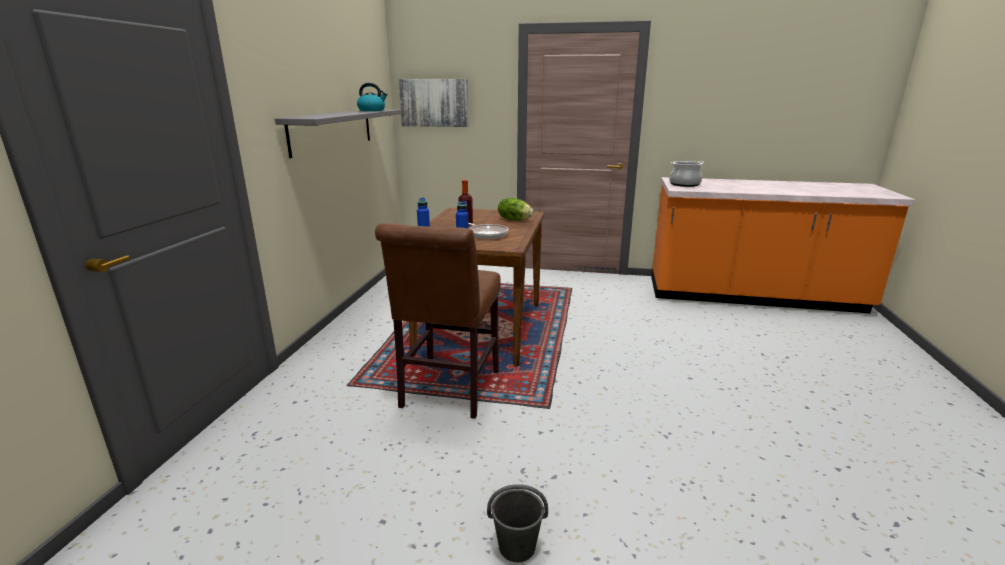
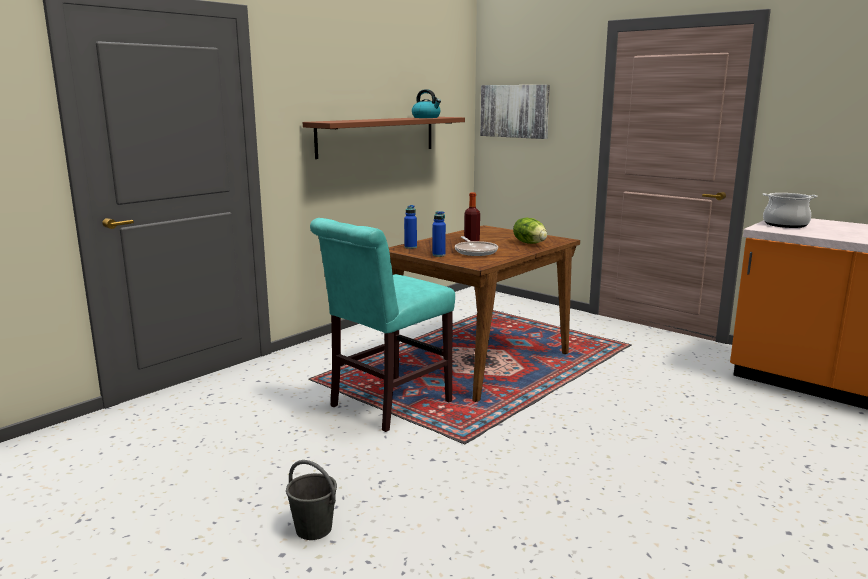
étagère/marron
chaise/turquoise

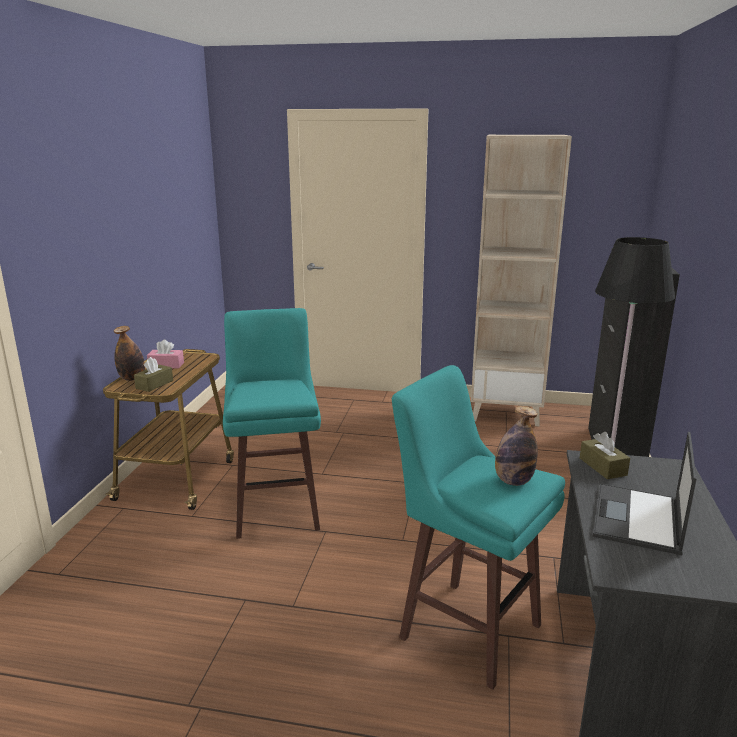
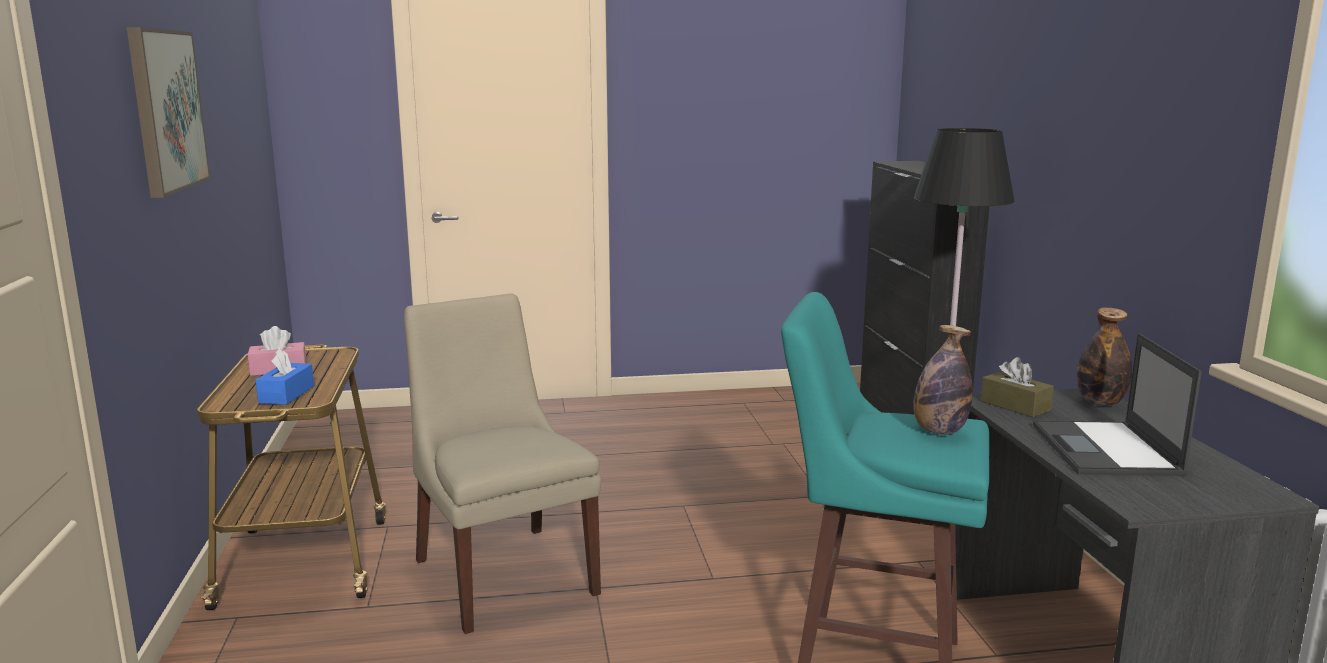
bibliothèque/beige
chaise/beige
bouteille (no. 2 from left)
boîte à mouchoirs/bleu
tableau

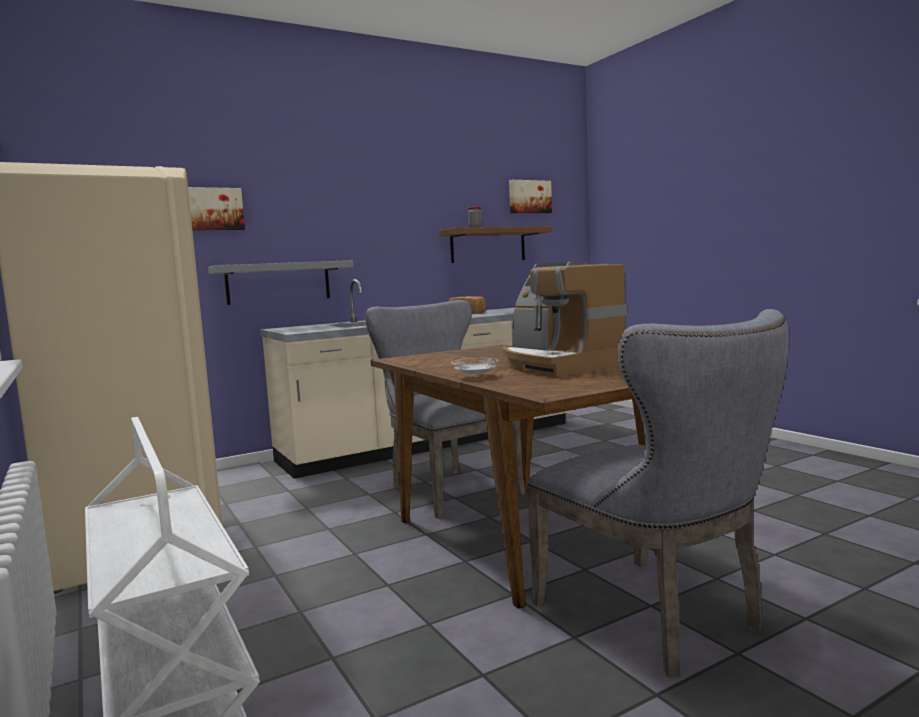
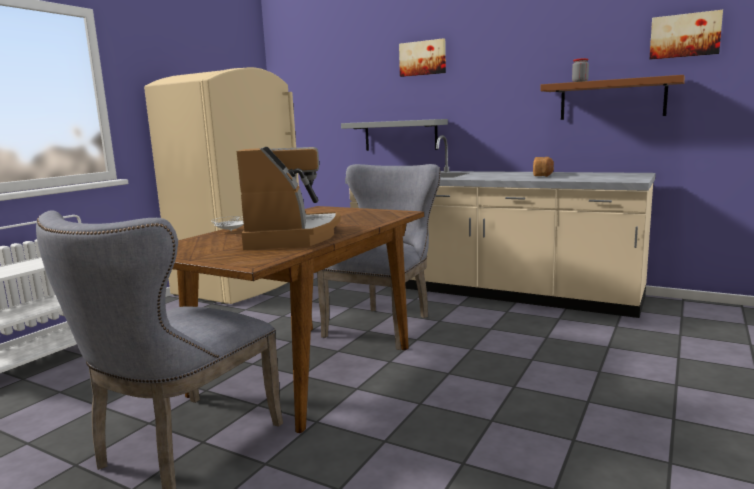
tableau (no. 1 from left)
machine à café

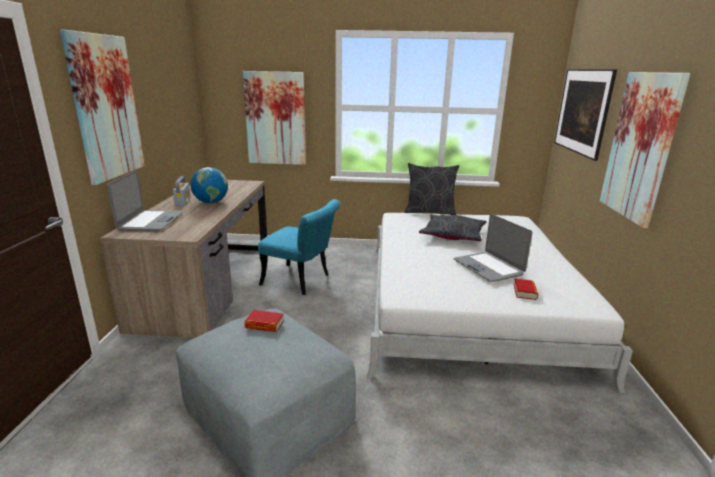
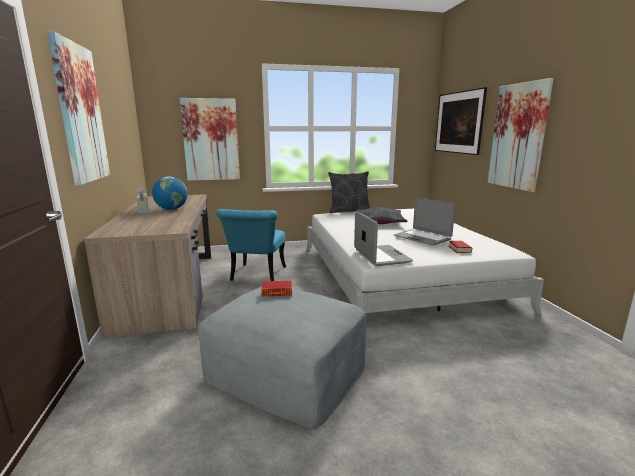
ordinateur portable (no. 1 from left)
chaise/turquoise

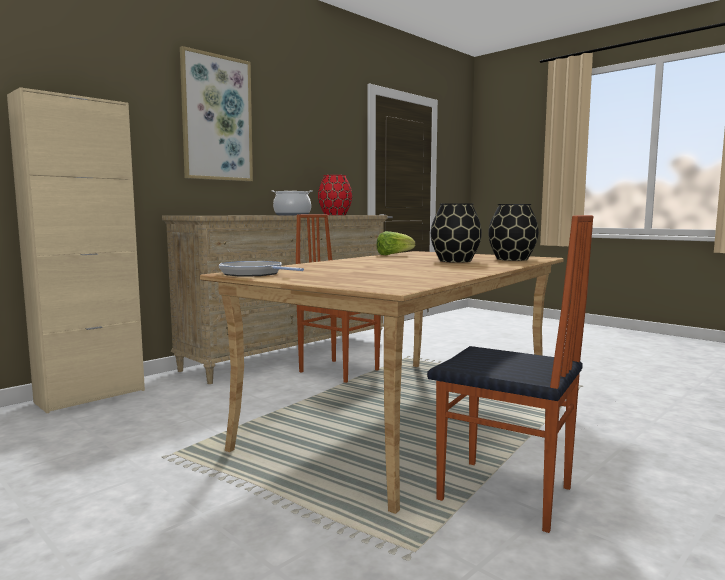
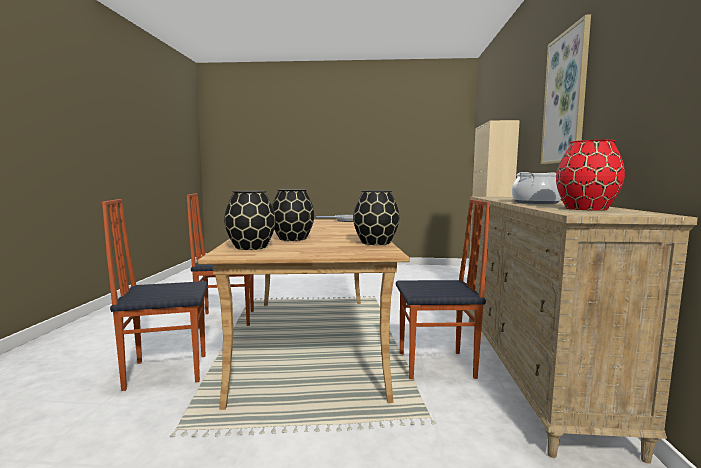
vase/noir (no. 3 from left)
chaise (no. 1 from left)

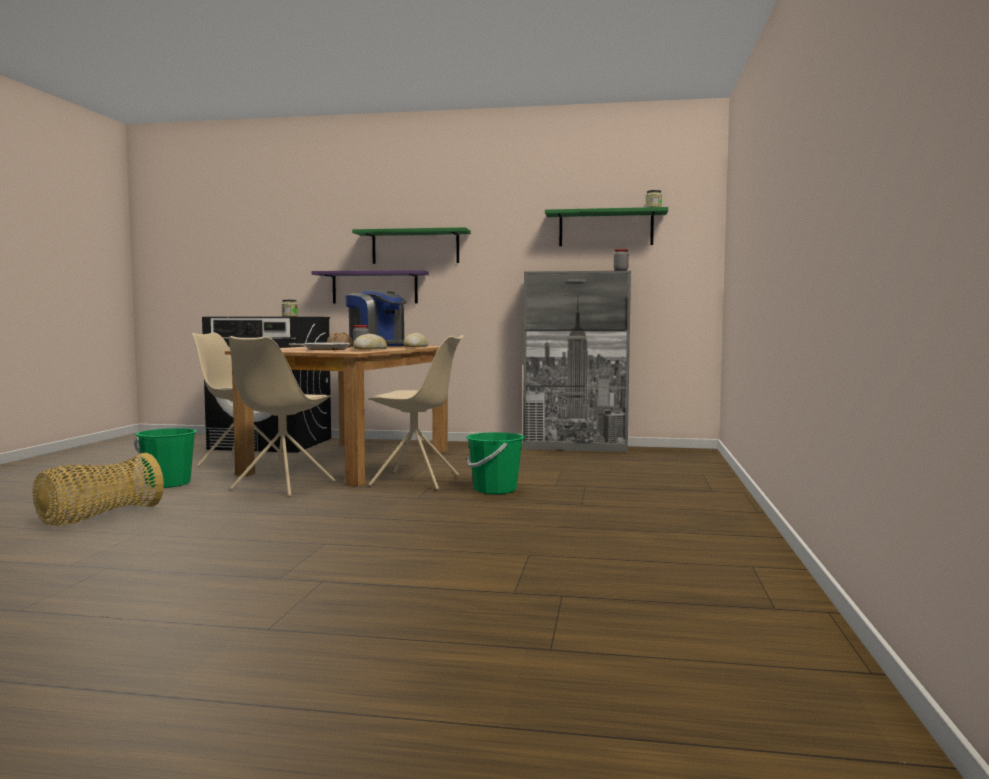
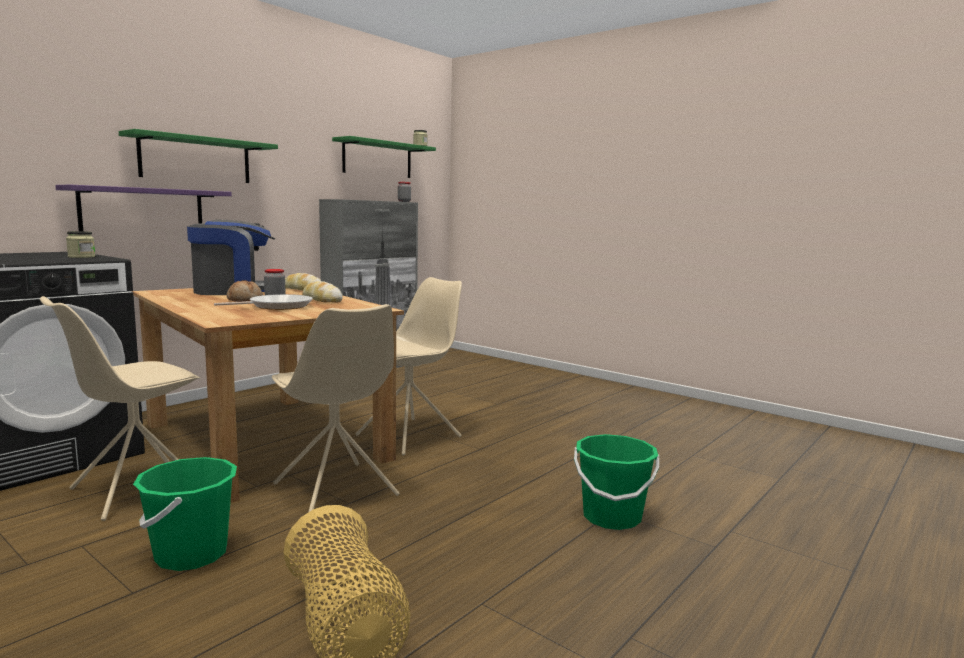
seau/vert (no. 2 from left)

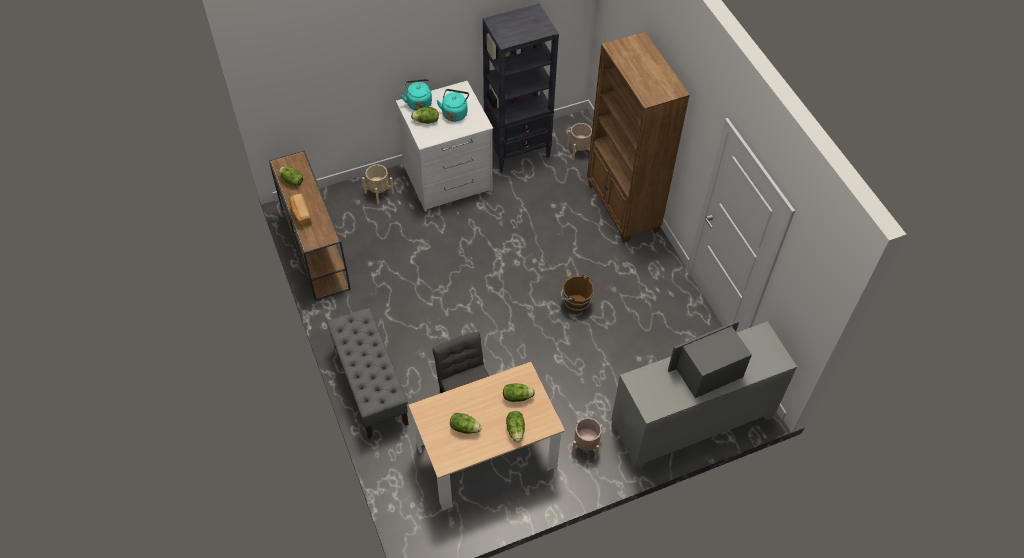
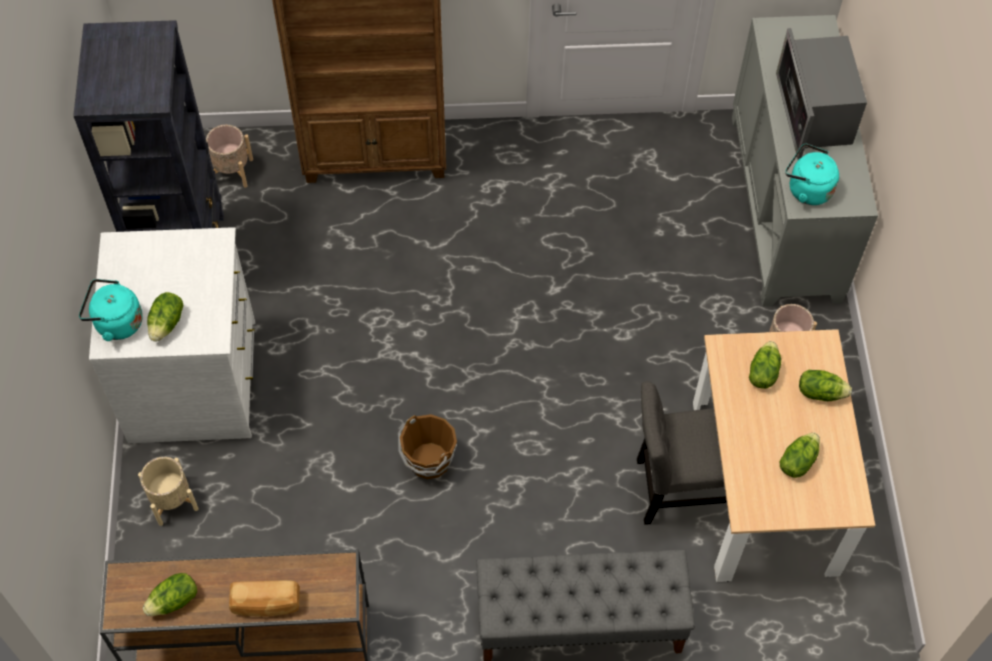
bouilloire/turquoise (no. 2 from left)
seau/marron

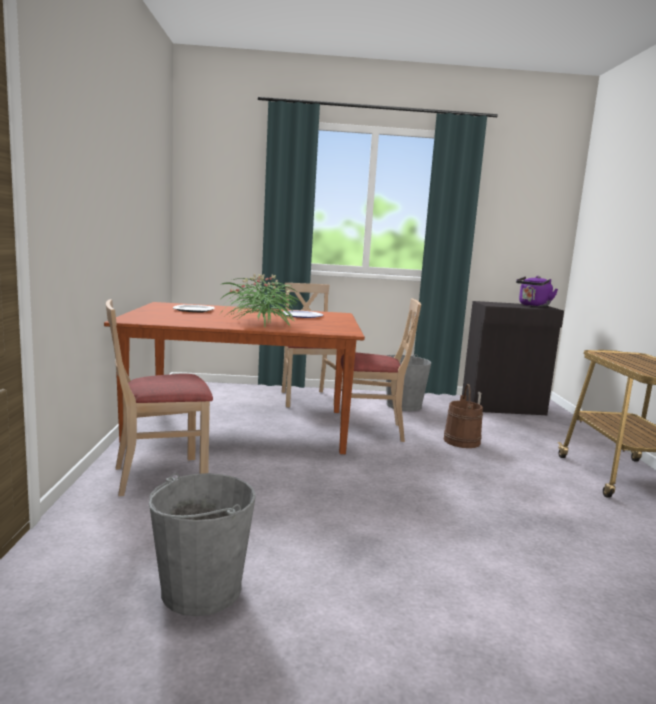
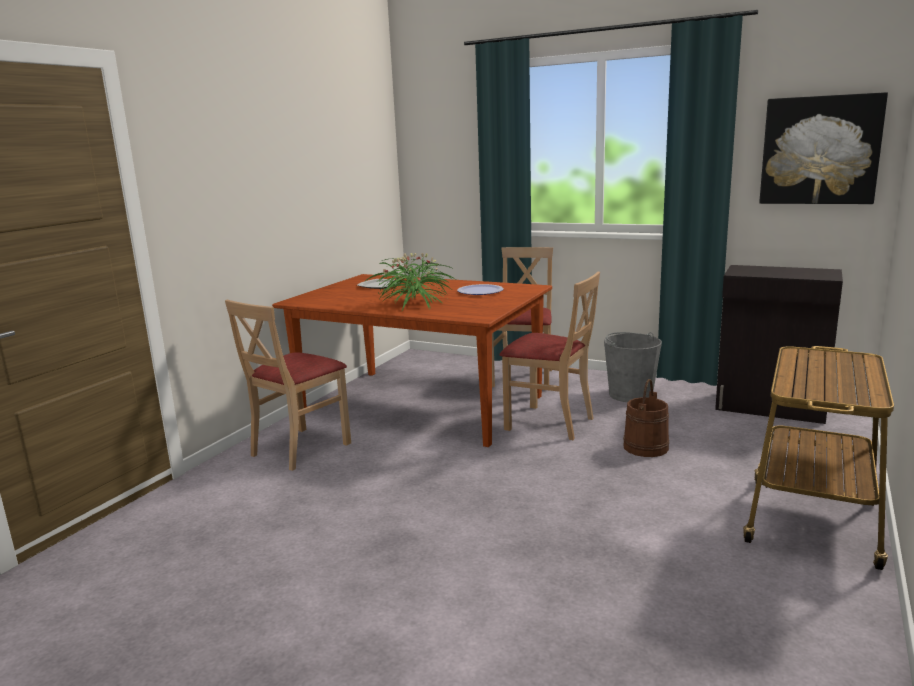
bouilloire/violet
chaise/beige (no. 1 from left)
seau/gris (no. 1 from left in the first image)
tableau

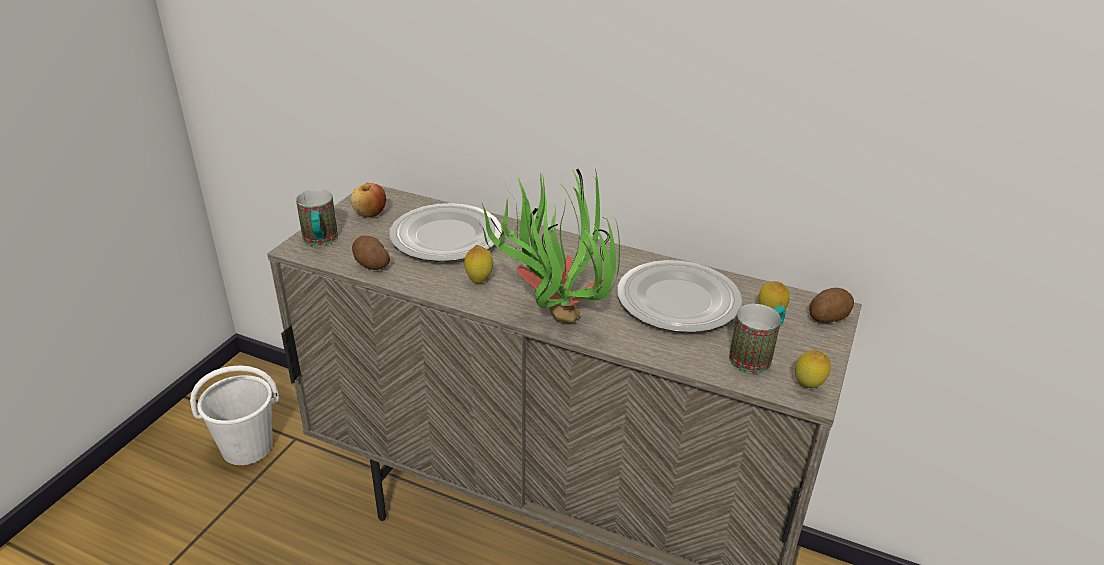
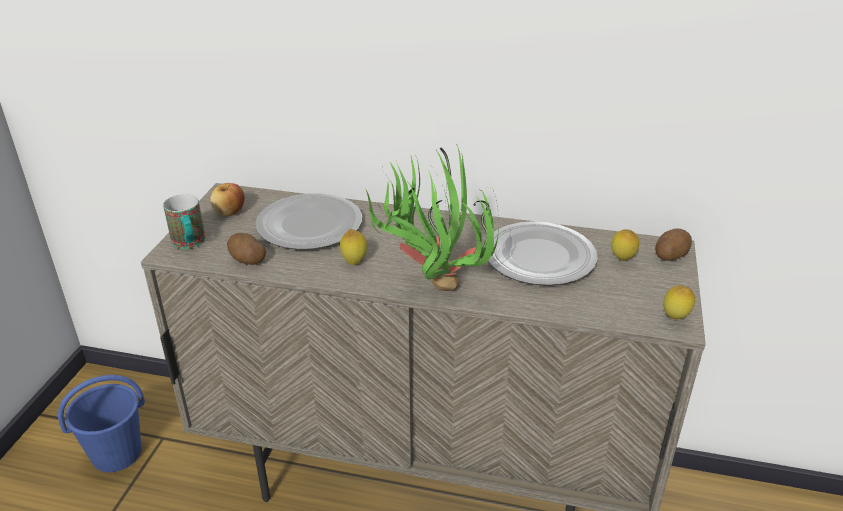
mug (no. 2 from left in the first image)
seau/bleu

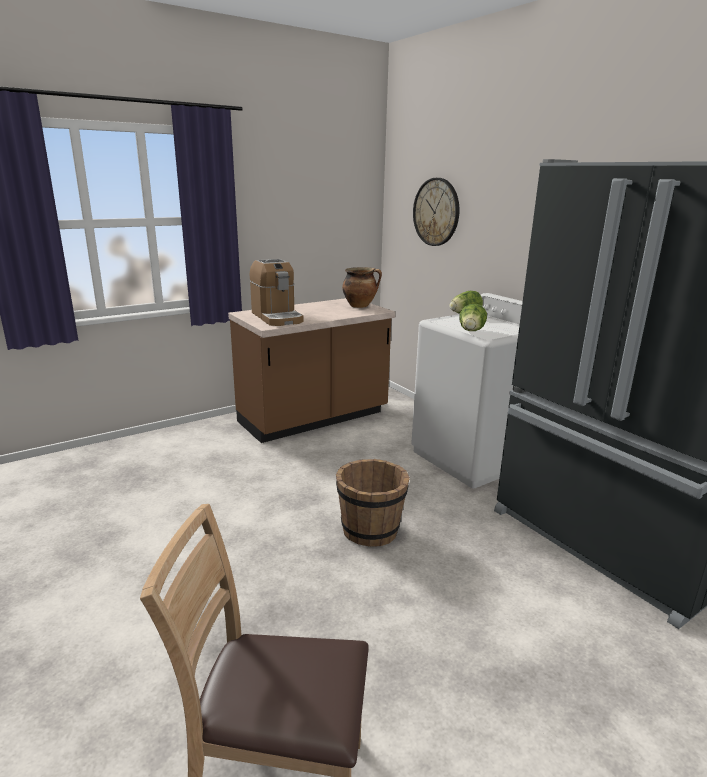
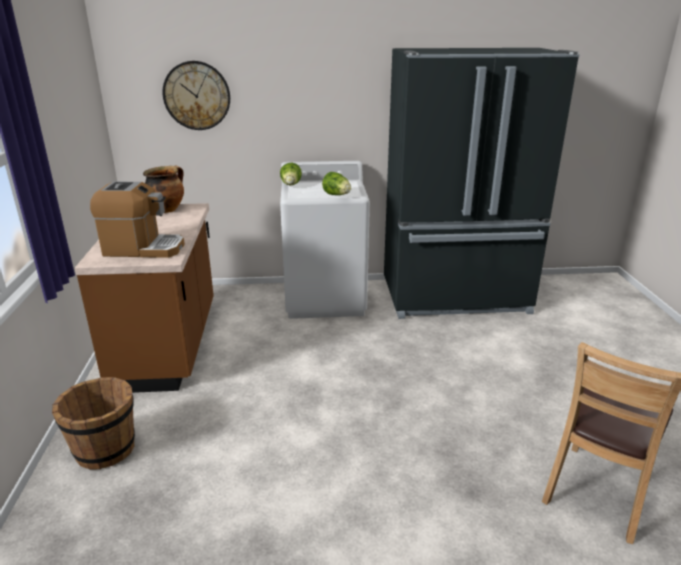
seau/marron

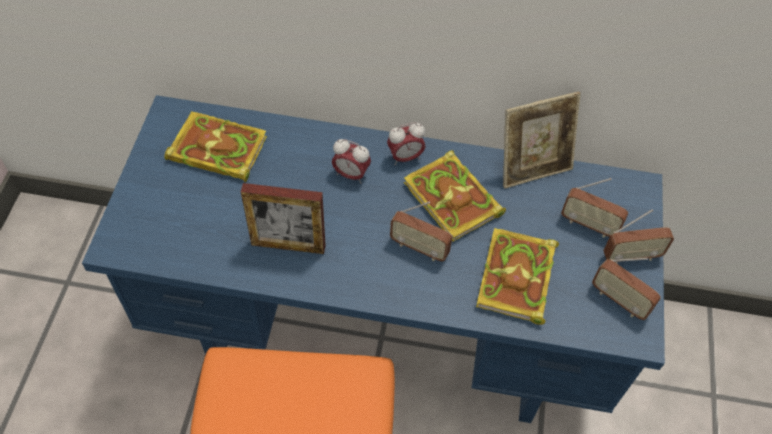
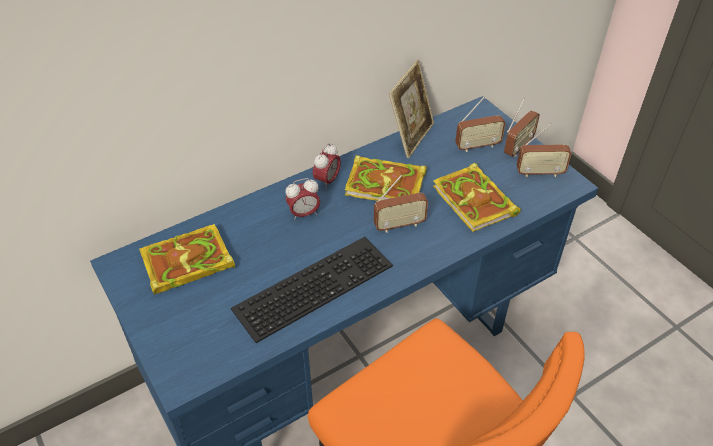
clavier

